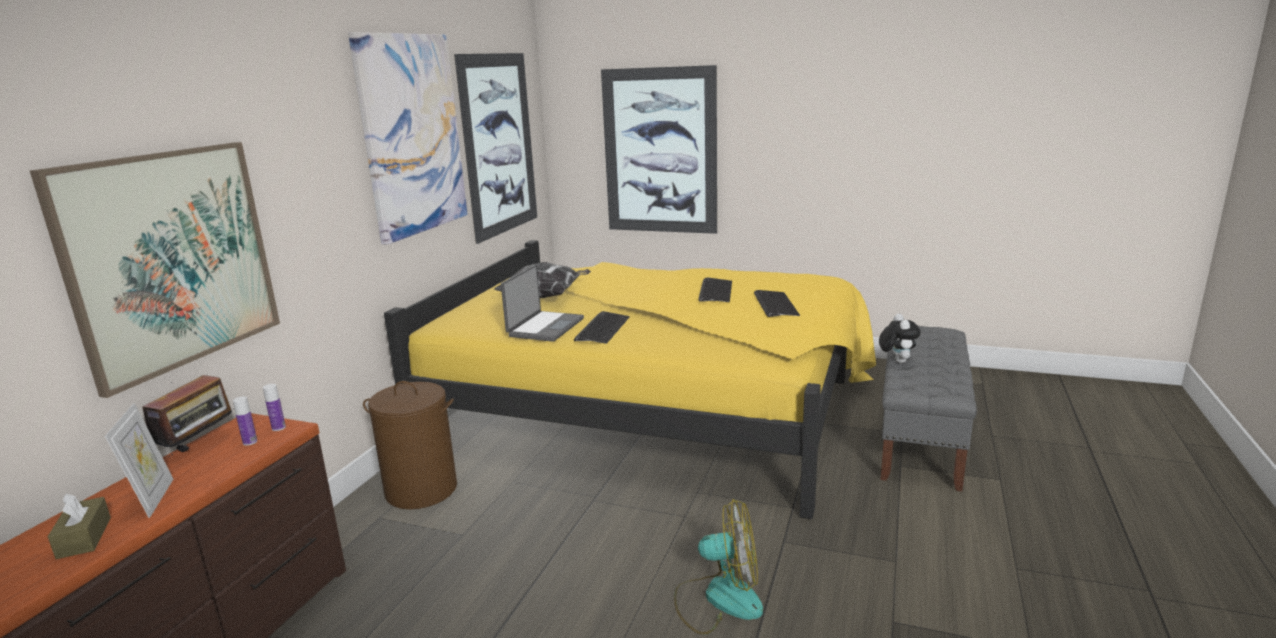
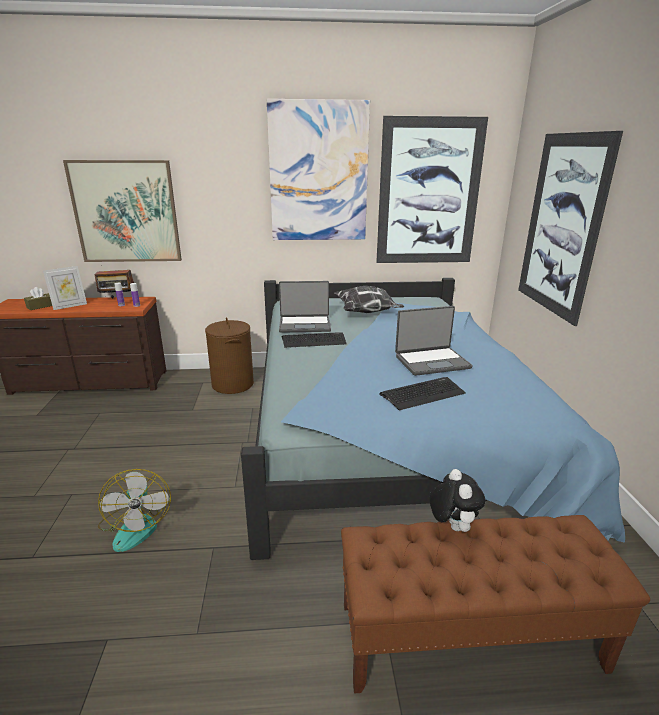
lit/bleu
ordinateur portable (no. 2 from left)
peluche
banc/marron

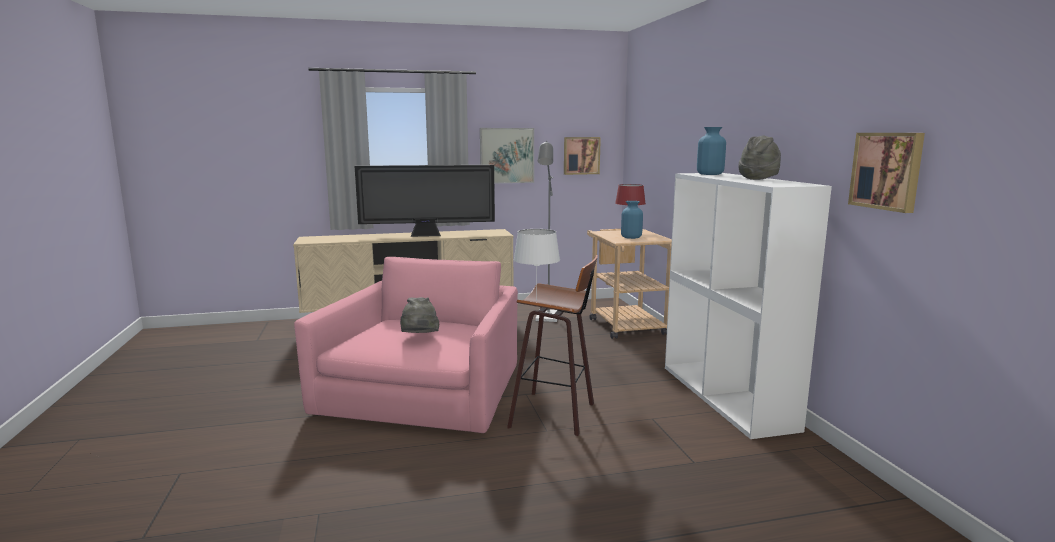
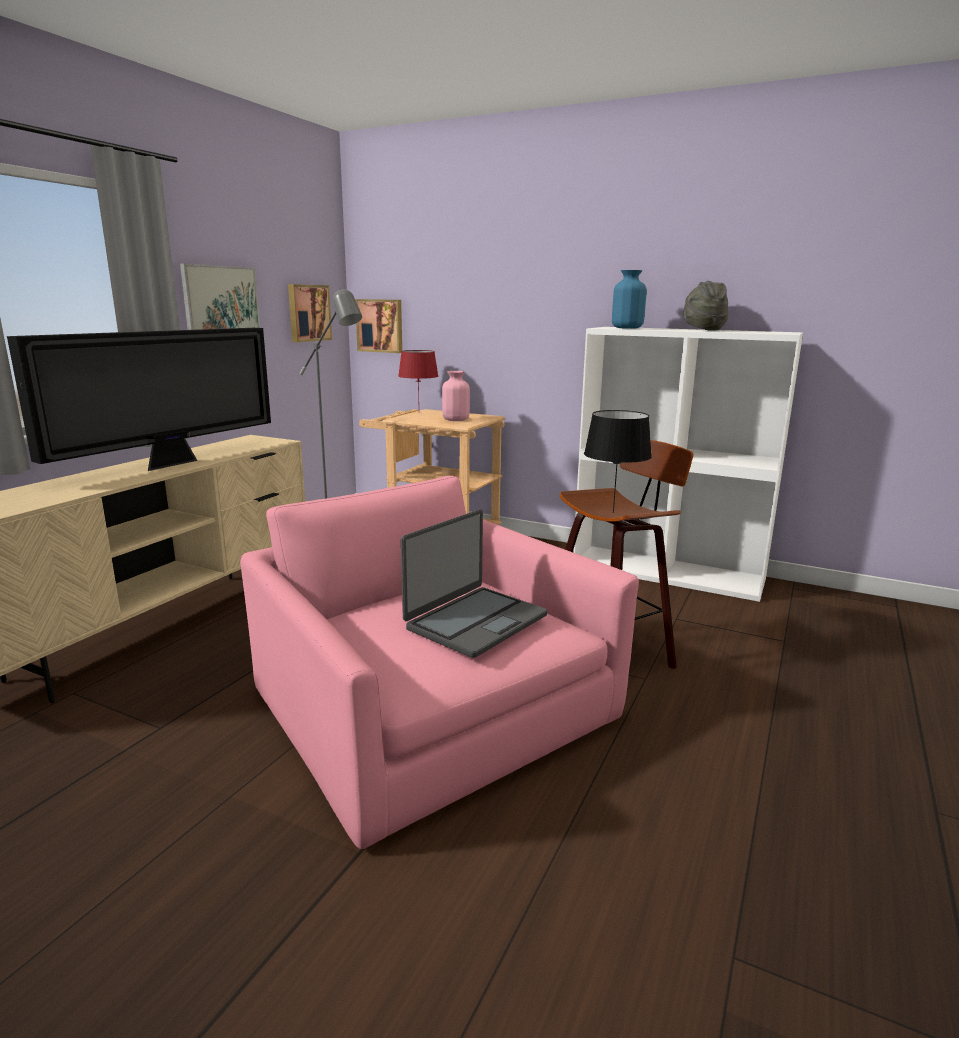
tableau (no. 3 from left)
vase/rose
lampe de table/noir
ordinateur portable

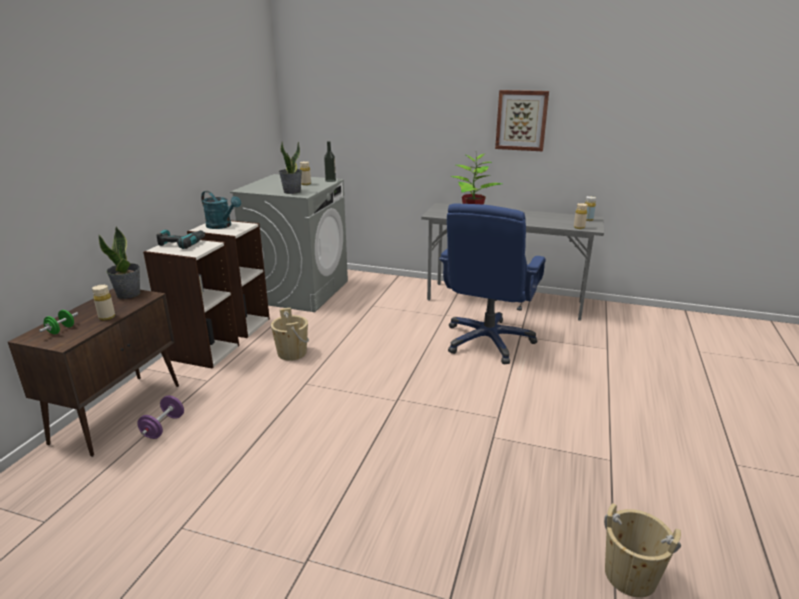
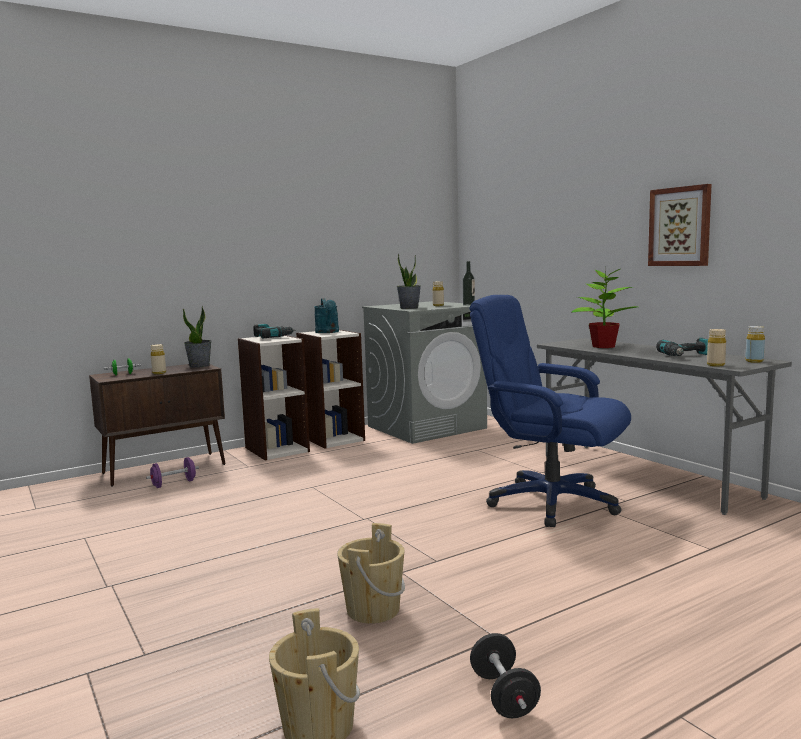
chaise de bureau/bleu
seau/beige (no. 2 from left)
perceuse (no. 2 from left)
haltère/noir

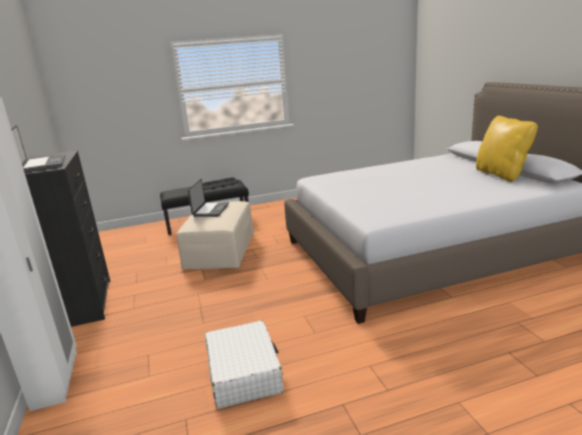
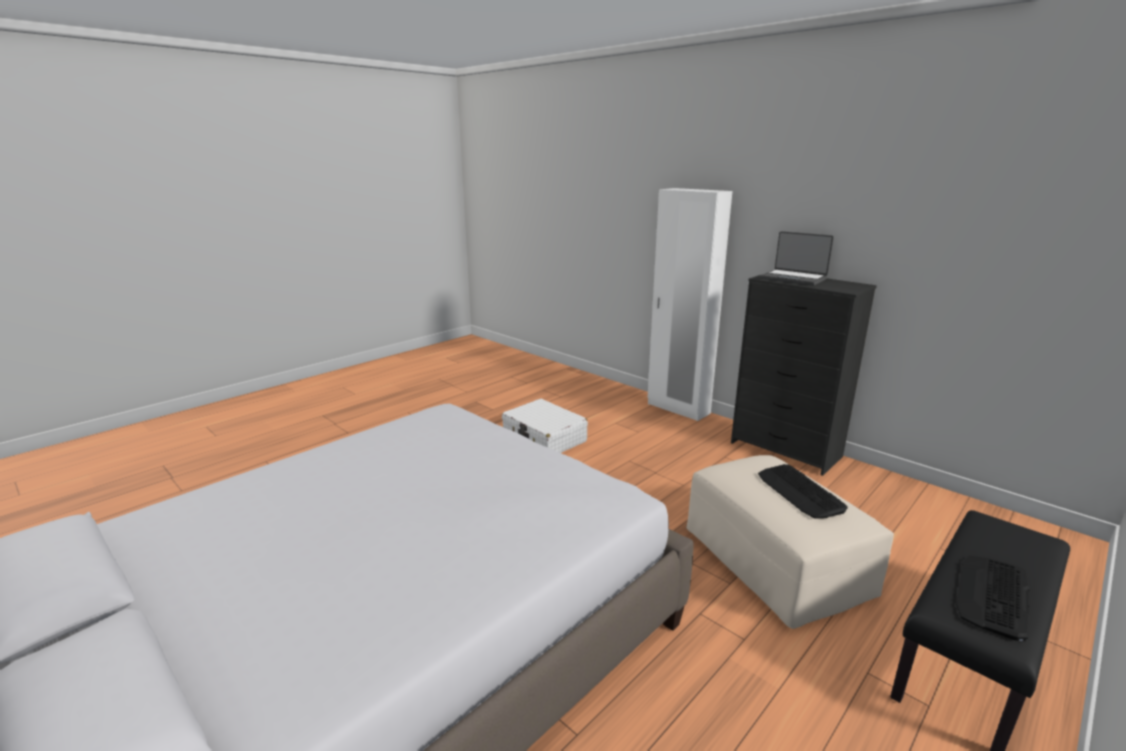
coussin/jaune
clavier (no. 1 from left)

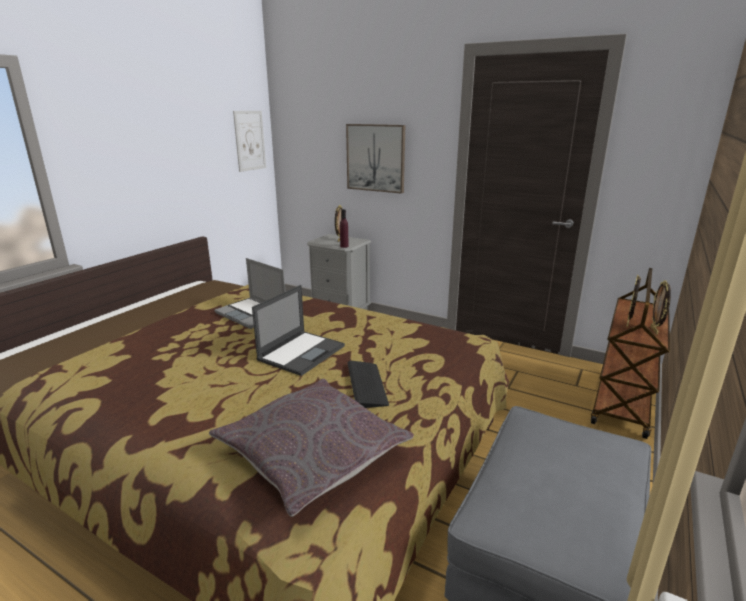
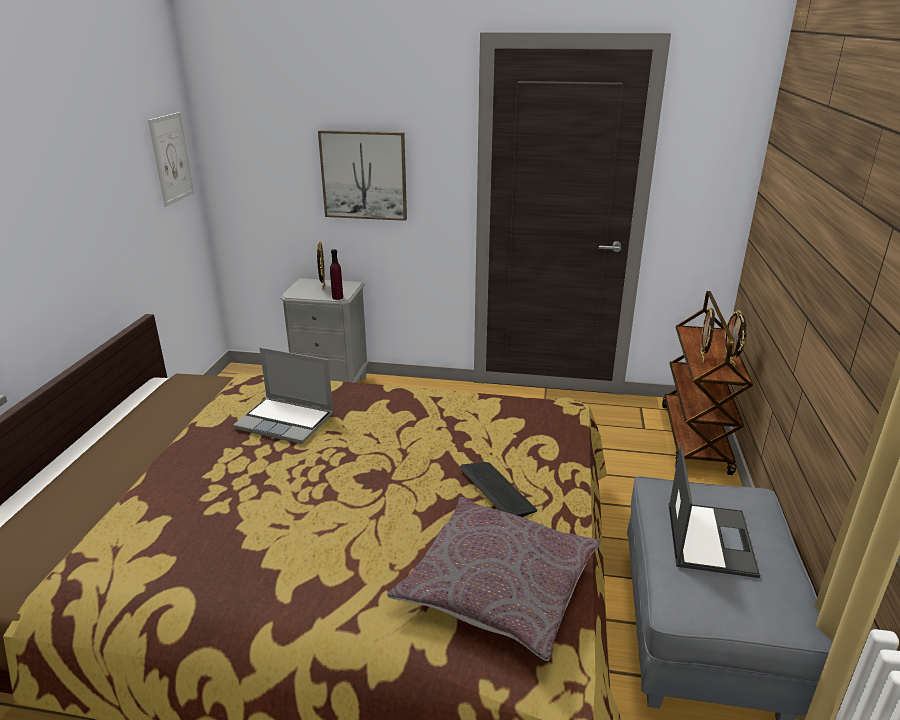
ordinateur portable (no. 2 from left)

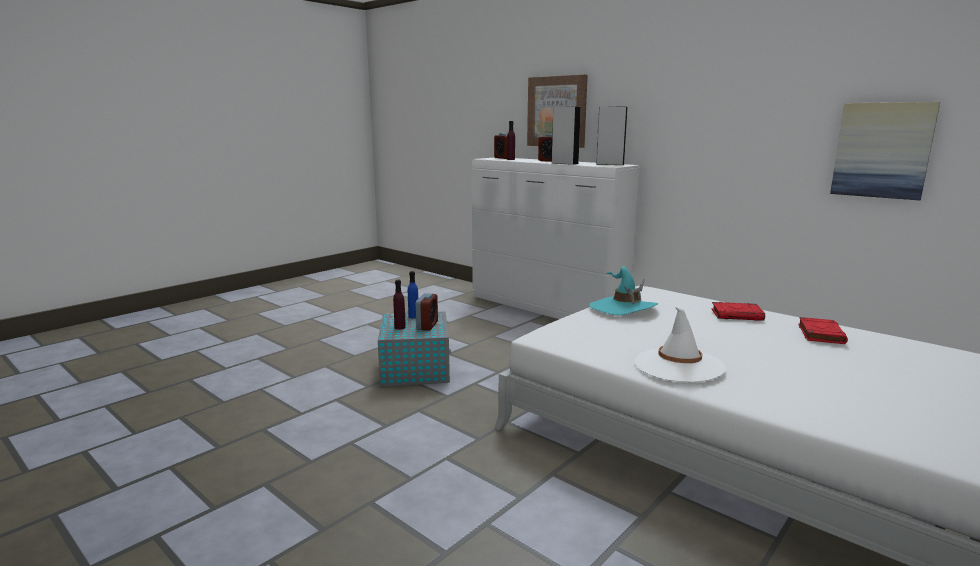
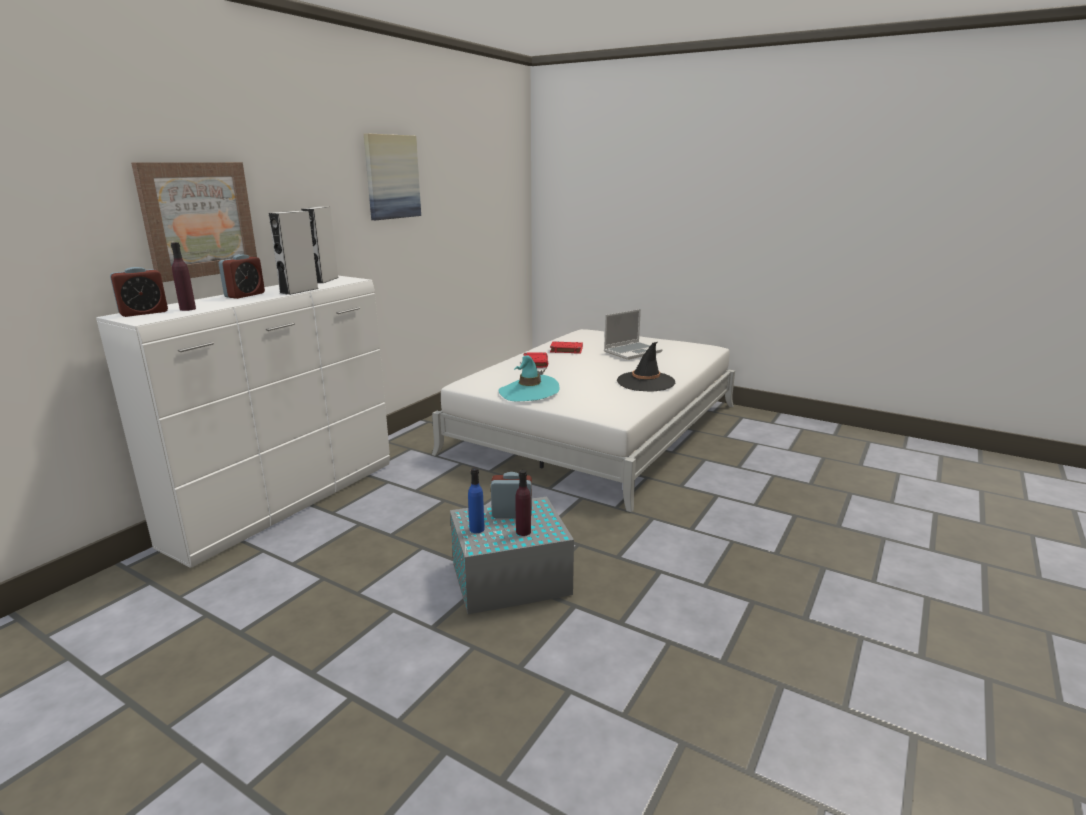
tableau (no. 2 from left)
chapeau/noir
ordinateur portable

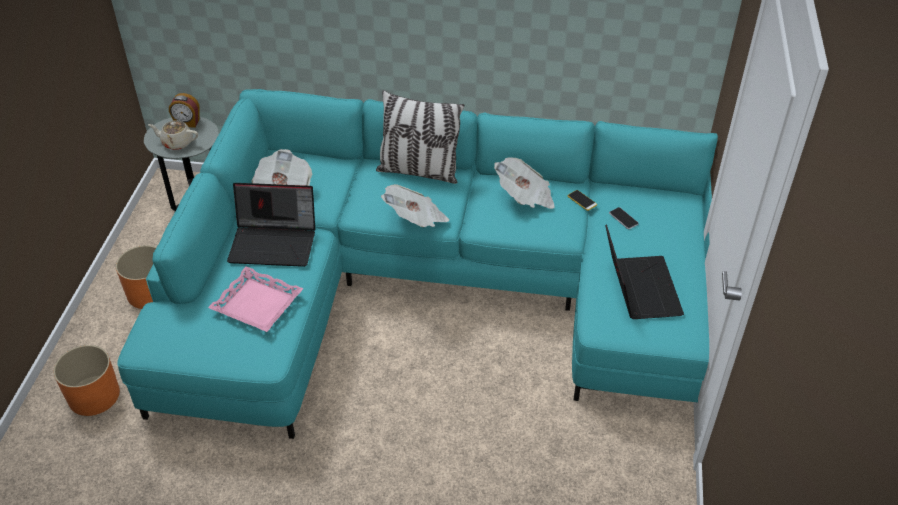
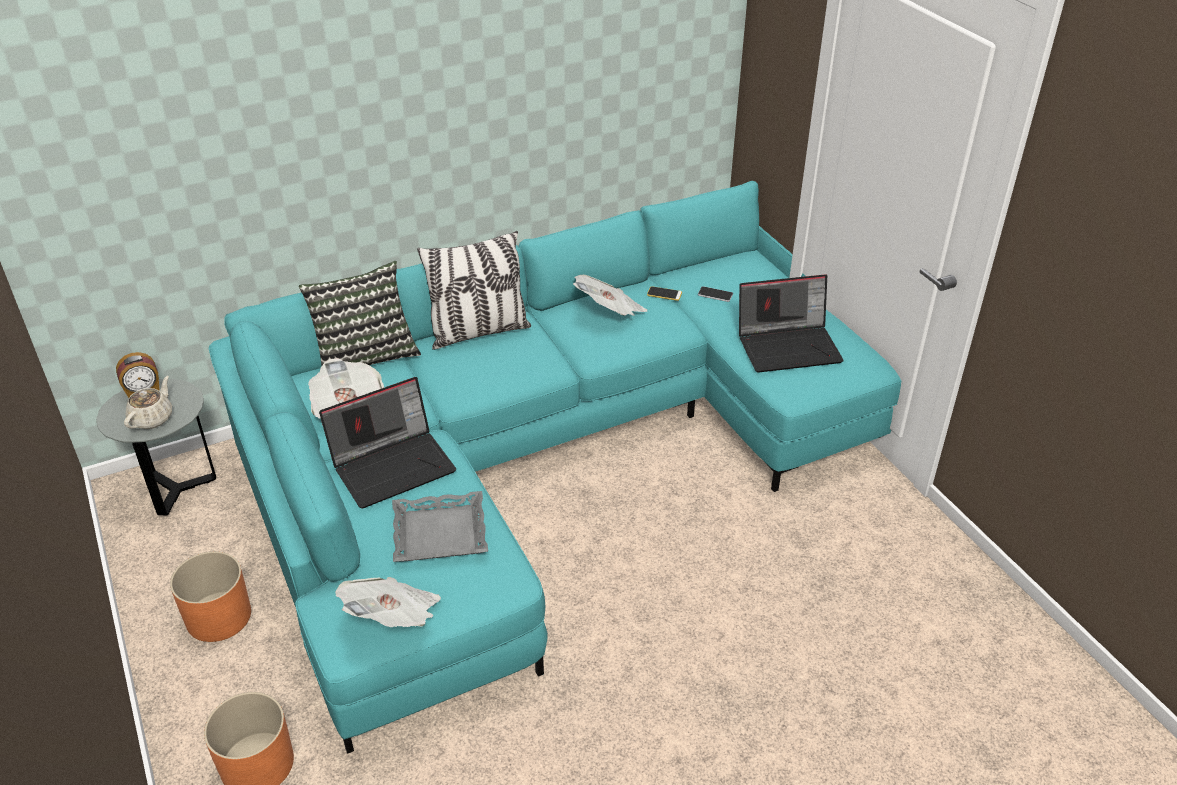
théière/beige
journal (no. 2 from left)
ordinateur portable (no. 2 from left)
plateau/gris
coussin (no. 1 from left)

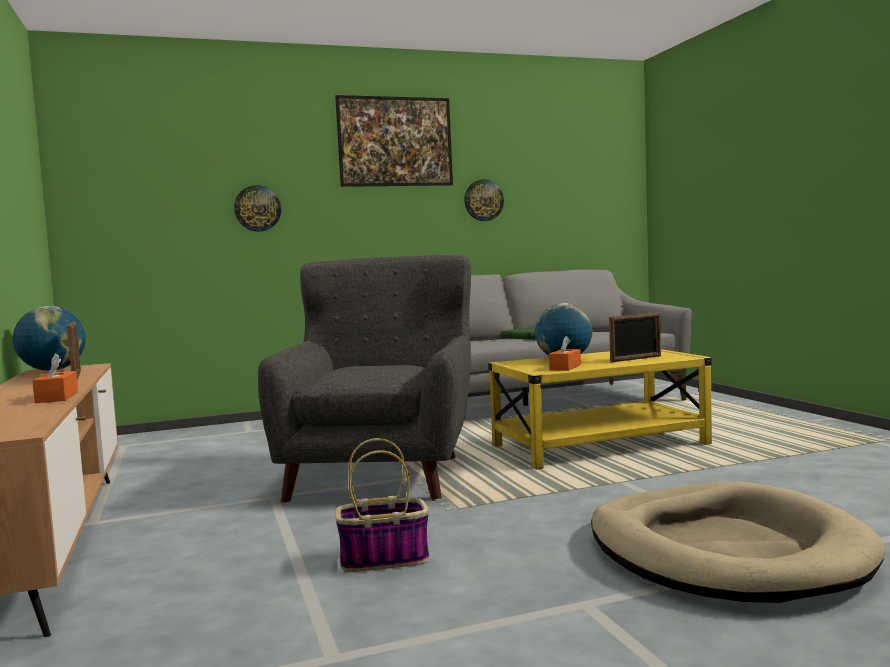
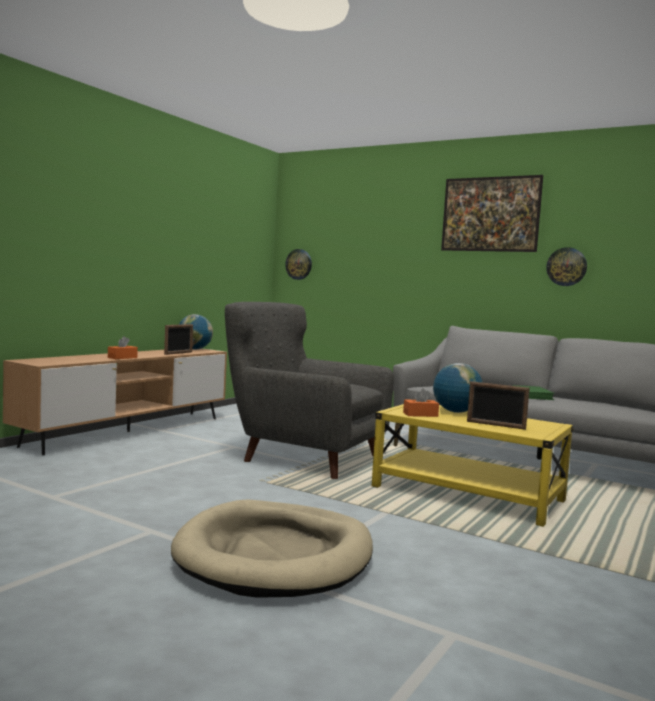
horloge murale (no. 1 from left)
fauteuil/gris
panier

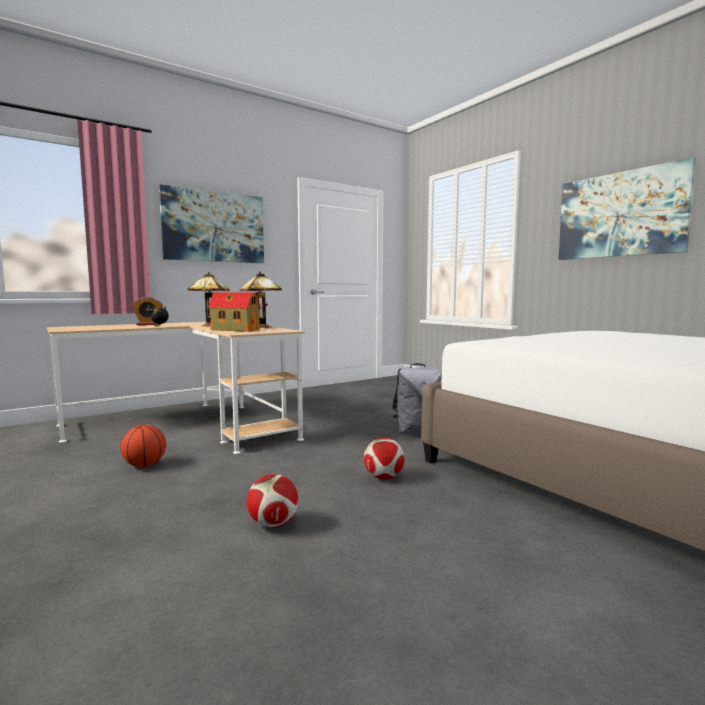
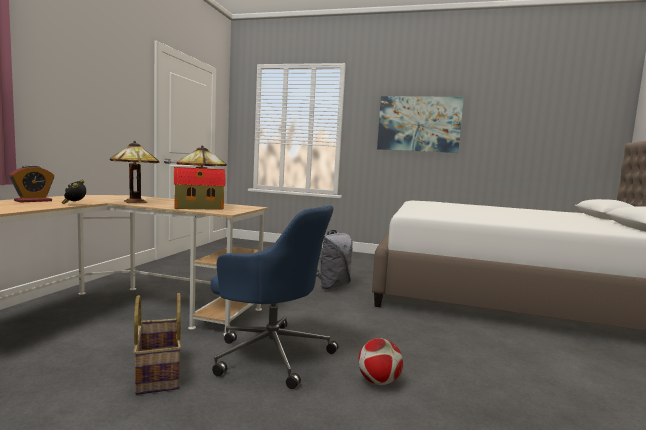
tableau (no. 1 from left in the first image)
panier
ballon de foot (no. 2 from left in the first image)
chaise de bureau/bleu

